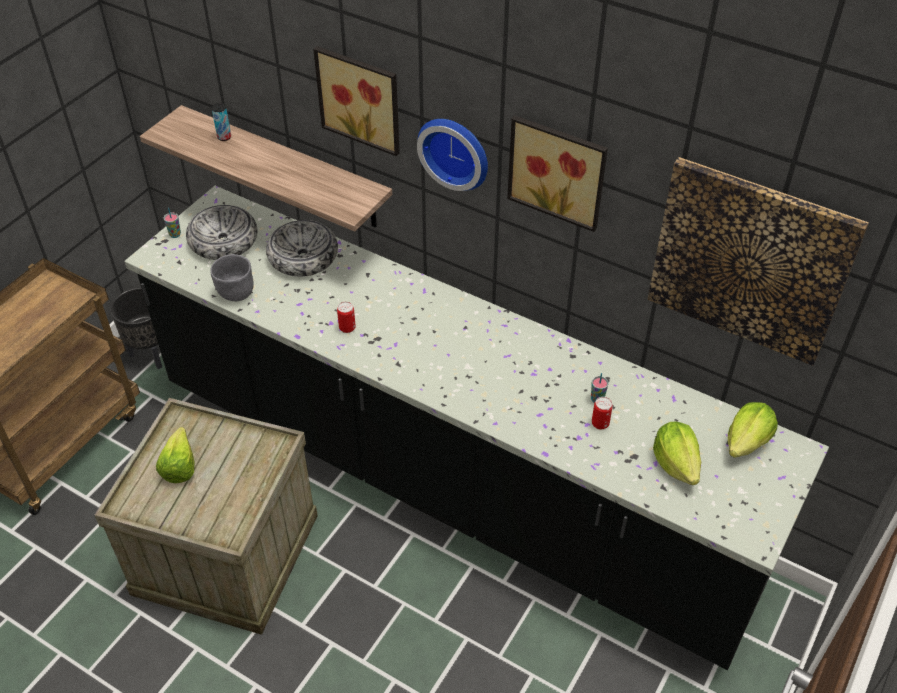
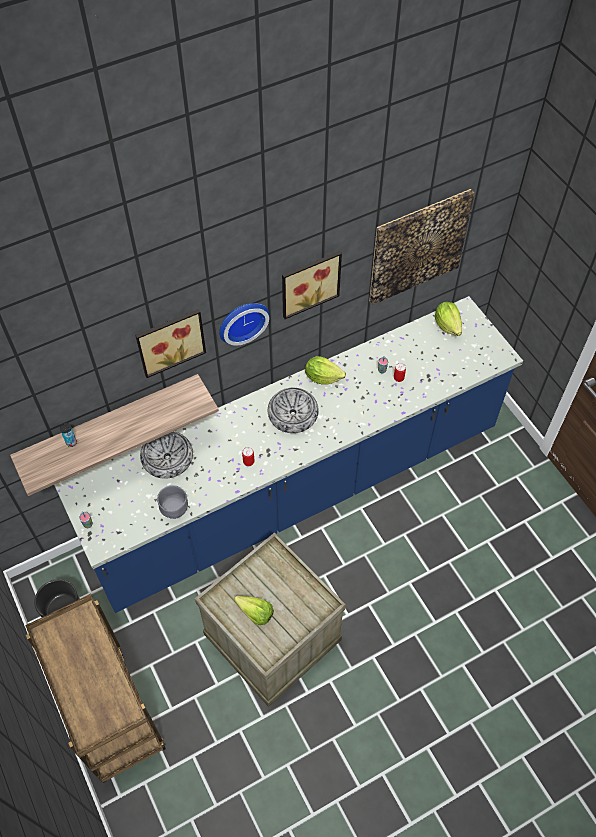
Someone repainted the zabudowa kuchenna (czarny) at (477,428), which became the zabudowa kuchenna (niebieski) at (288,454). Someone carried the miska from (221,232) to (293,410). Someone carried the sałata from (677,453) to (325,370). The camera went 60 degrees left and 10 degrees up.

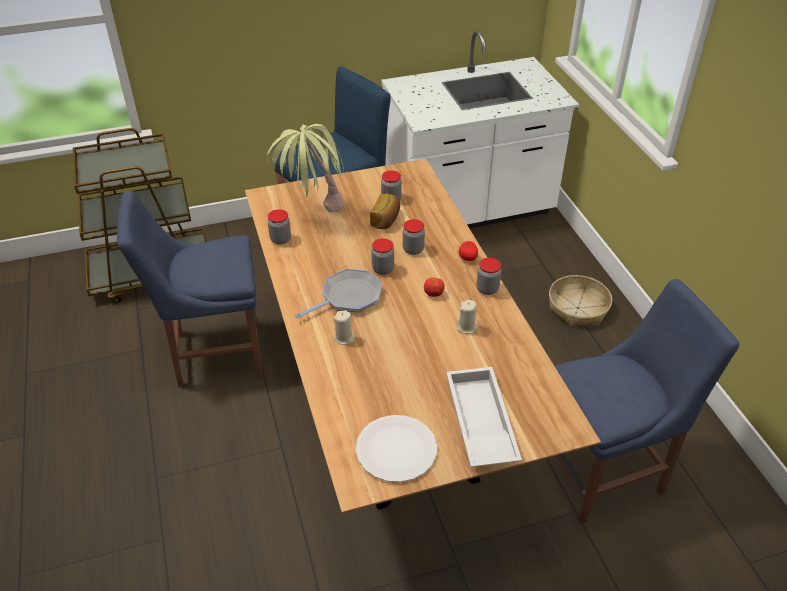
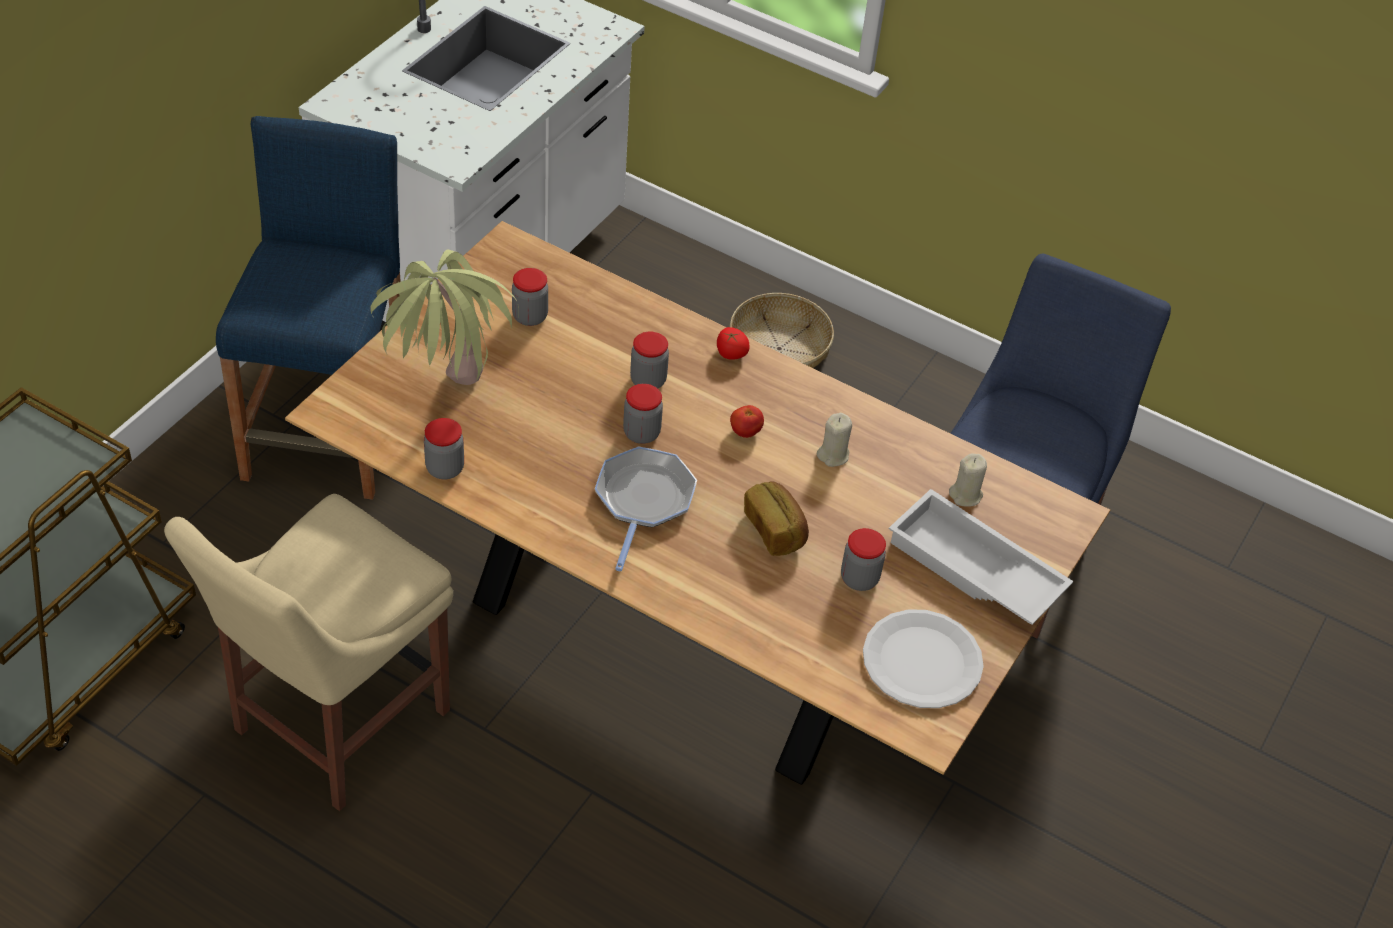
Someone repainted the krzesło (niebieski) at (190,289), which became the krzesło (beżowy) at (308,652). Someone carried the chleb from (385,211) to (776,518). Someone carried the słoik from (489,276) to (863,559). Someone carried the świeca (beżowy) from (344,328) to (968,480). The camera went 45 degrees left and 5 degrees up.

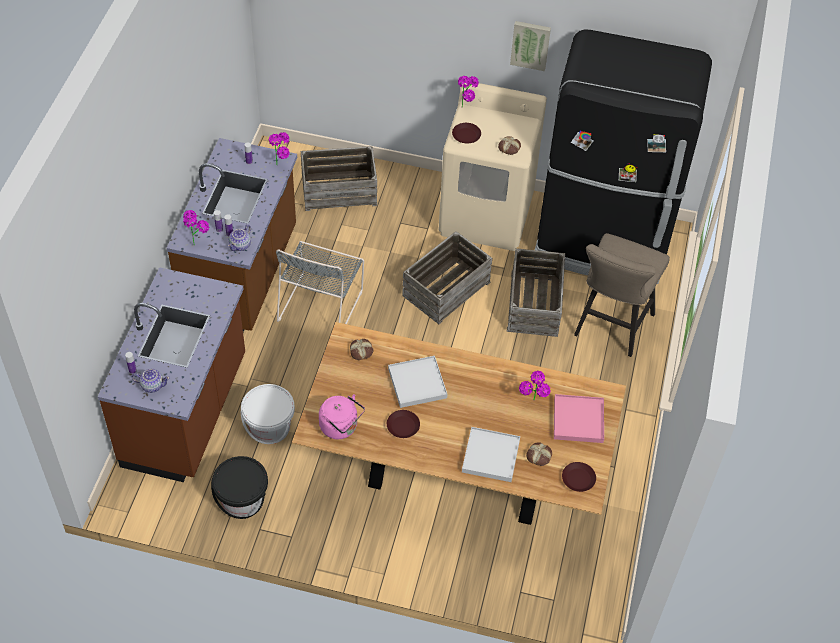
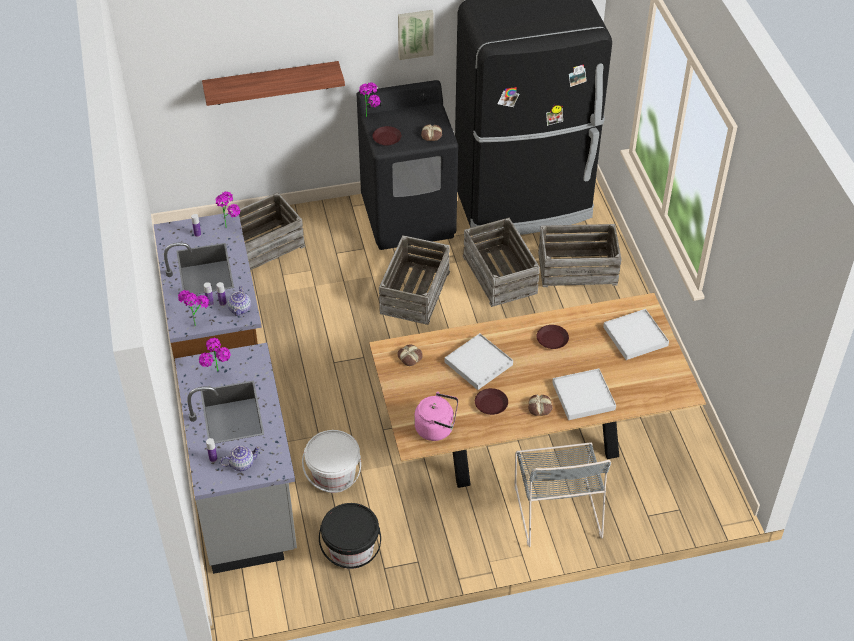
Someone repainted the pralka (beżowy) at (493,167), which became the pralka (czarny) at (407,165). Someone swapped the stołek (beżowy) at (622,295) for the skrzynka at (580,255). Someone carried the krzesło (szary) from (320,282) to (562,494). Someone repainted the zabudowa kuchenna (brązowy) at (171,374), which became the zabudowa kuchenna (szary) at (236,458). Someone carried the roślina doniczkowa from (535,385) to (215,354). Someone repainted the taca (różowy) at (579,418), which became the taca (biały) at (636,334). Someone carried the chleb from (539,454) to (540,405). Someone carried the talerz (brązowy) from (579,477) to (553,337). Someone put up the półka at (273,83). The camera went 25 degrees left and 5 degrees down.

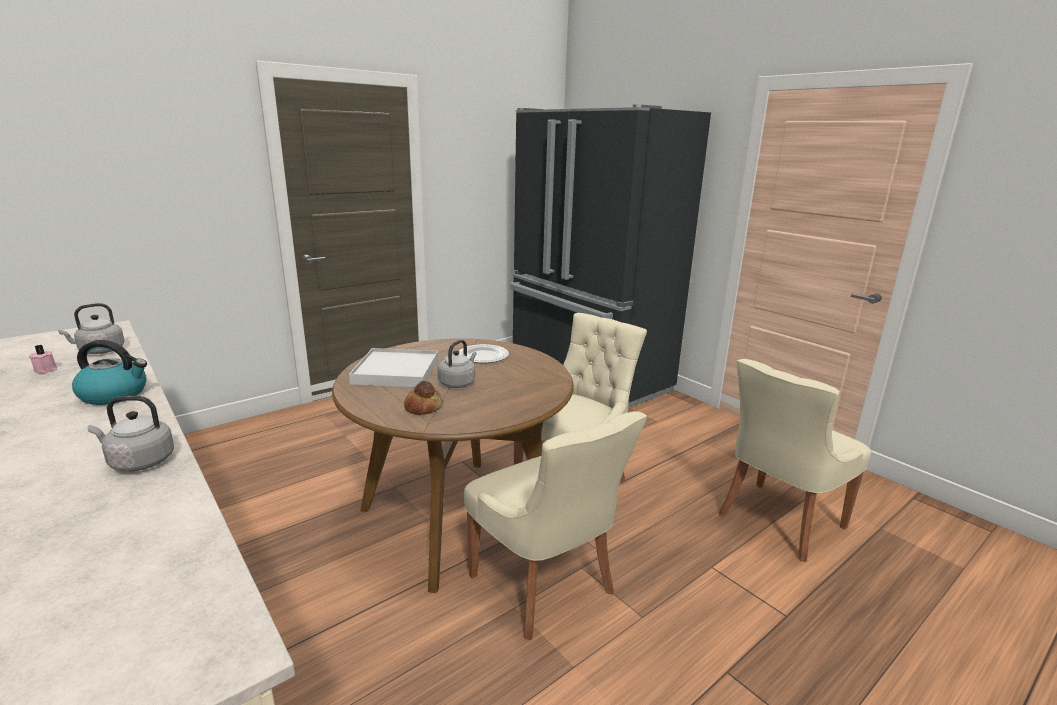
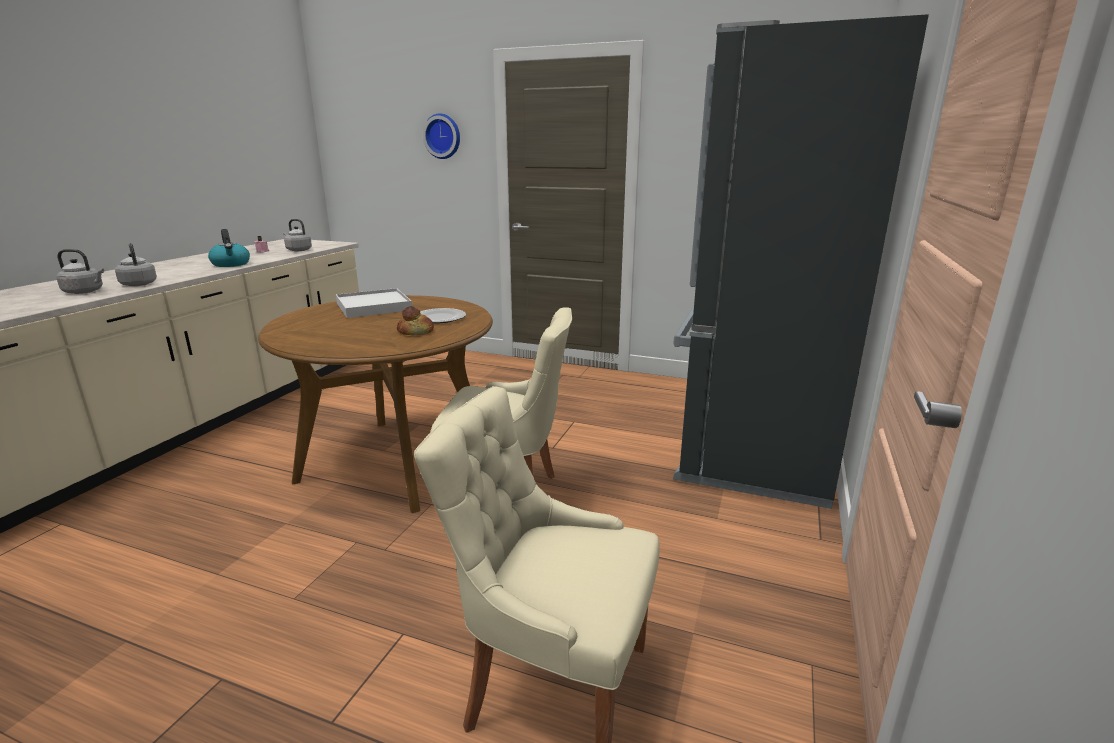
Someone carried the czajnik (szary) from (457,364) to (80,271). Someone carried the chleb from (423,398) to (415,320). Someone took away the krzesło (beżowy) at (555,525). Someone put up the zegar ścienny at (441,136). The camera went 60 degrees right and 0 degrees up.

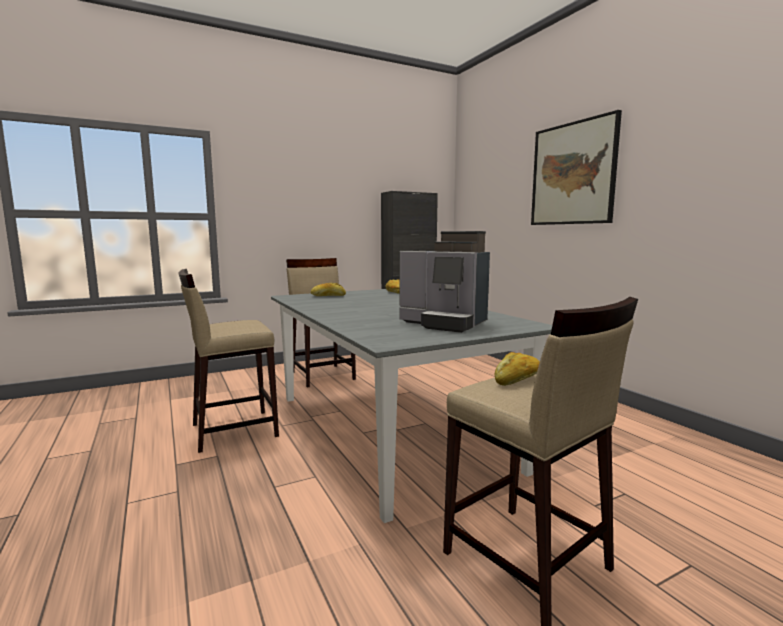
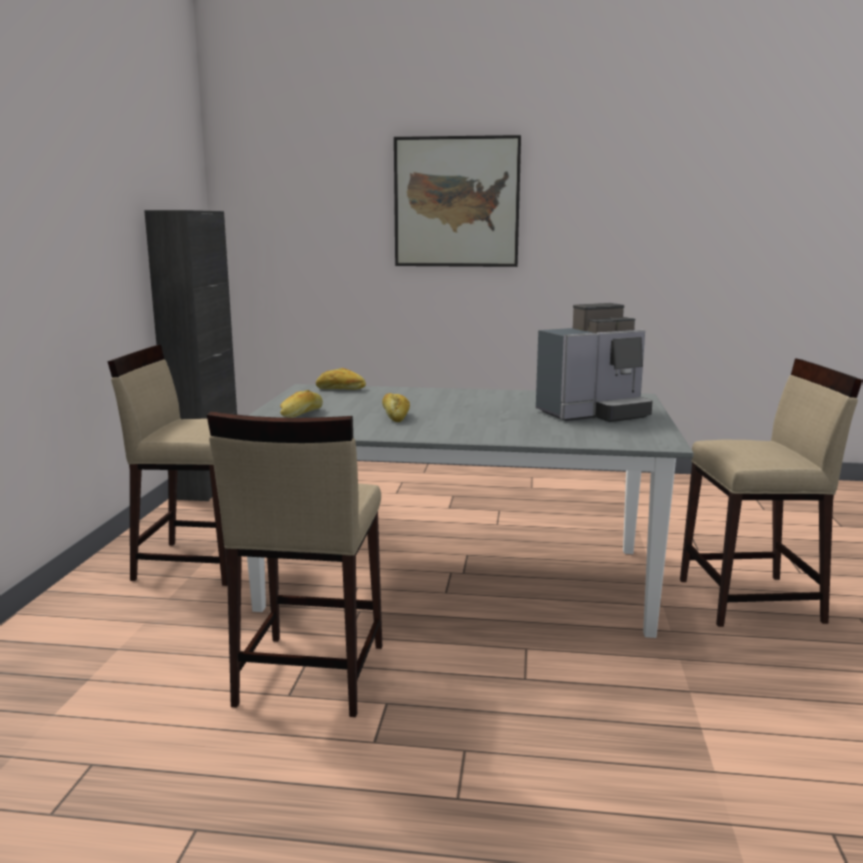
Someone carried the chleb from (517,369) to (396,407). The camera went 55 degrees left and 5 degrees up.

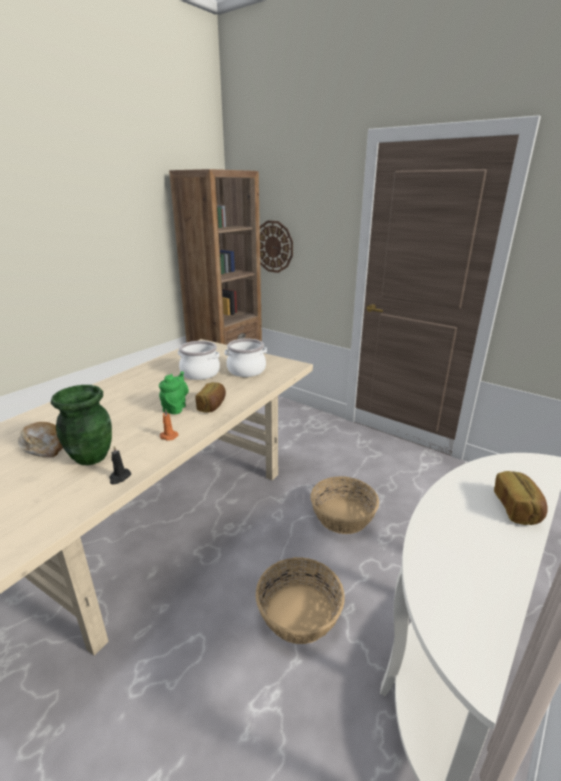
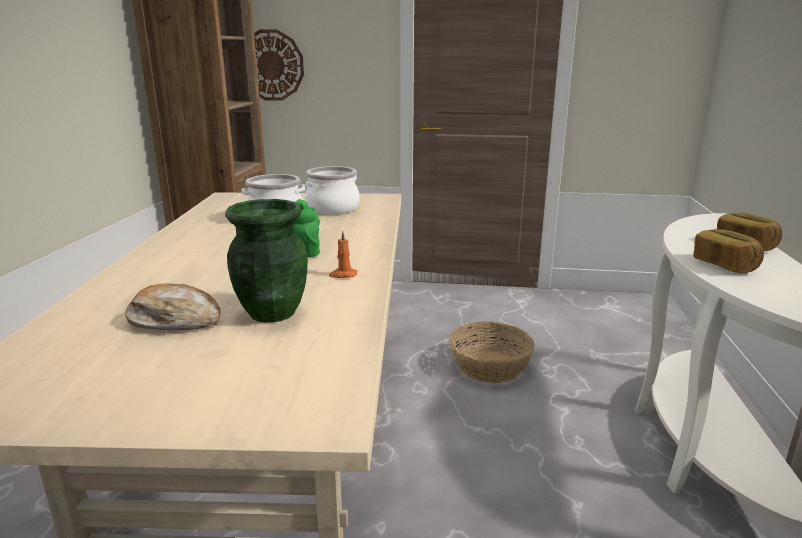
Someone carried the chleb from (210,397) to (728,251). Someone took away the świeca (czarny) at (120,465). Someone took away the koszyk at (300,600). The camera went 30 degrees left and 5 degrees down.

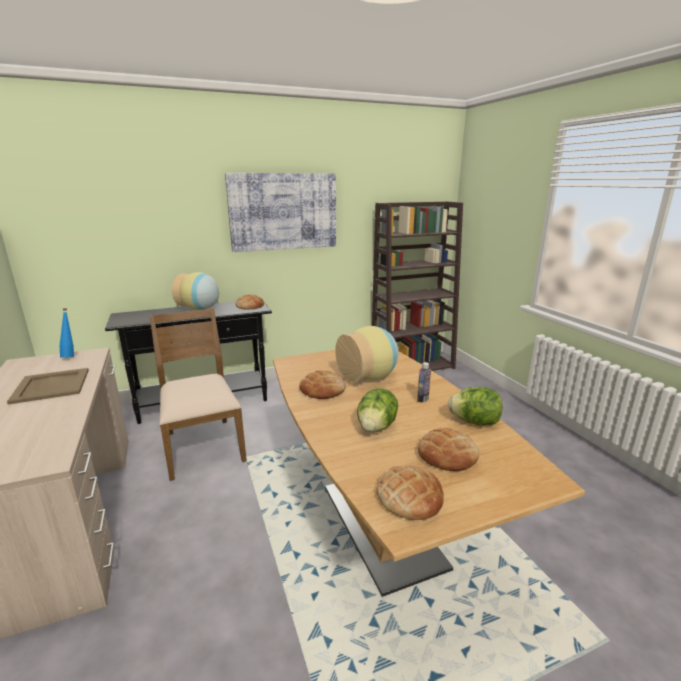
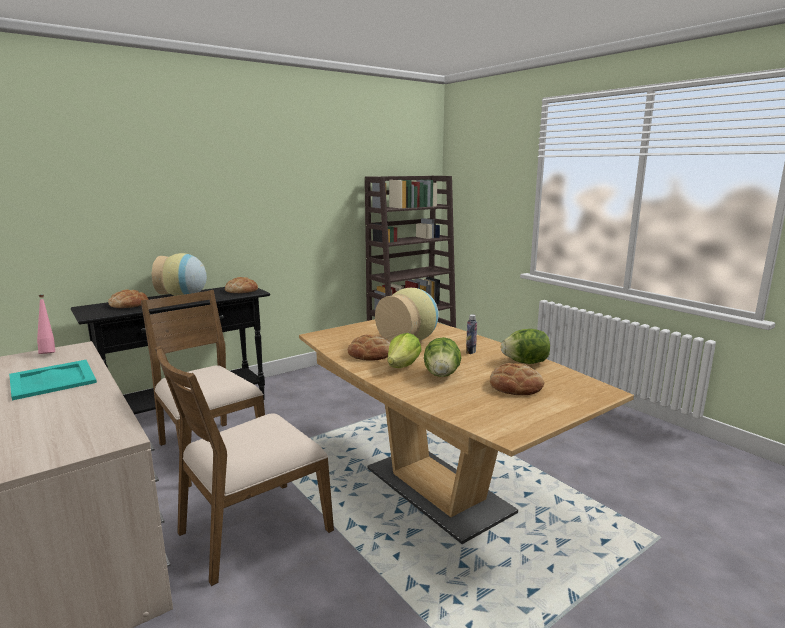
Someone took away the obraz at (280,212). Someone repainted the butelka (niebieski) at (67,332), which became the butelka (różowy) at (46,324). Someone repainted the taca (beżowy) at (48,386), which became the taca (turkusowy) at (53,380). Someone carried the chleb from (410,493) to (128,298). Someone put down the sałata at (405,350). Someone put down the krzesło (brązowy) at (244,466). The camera went 15 degrees left and 5 degrees down.

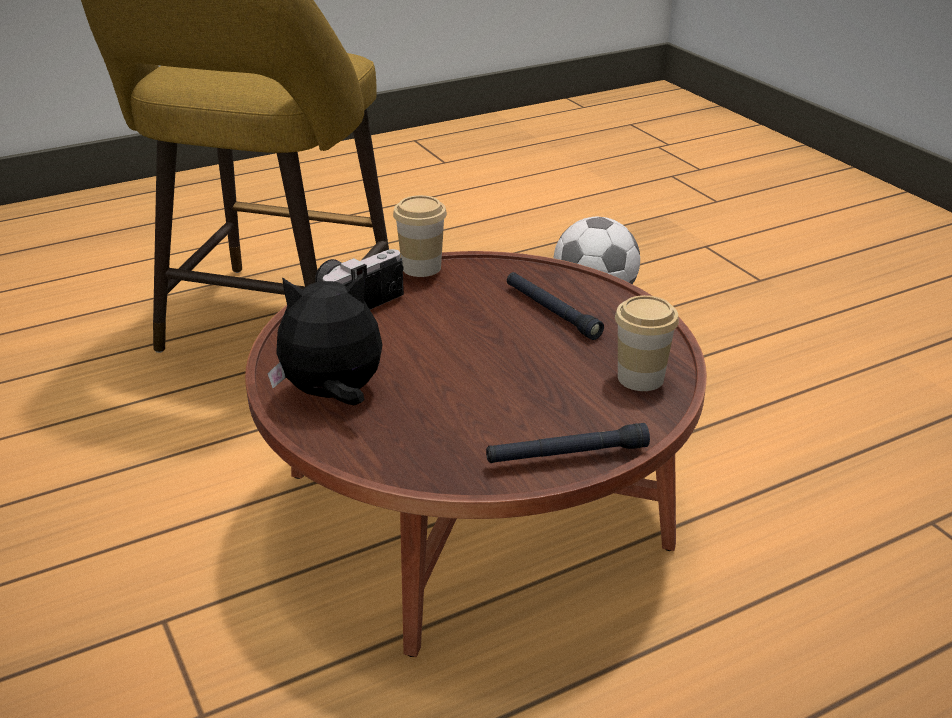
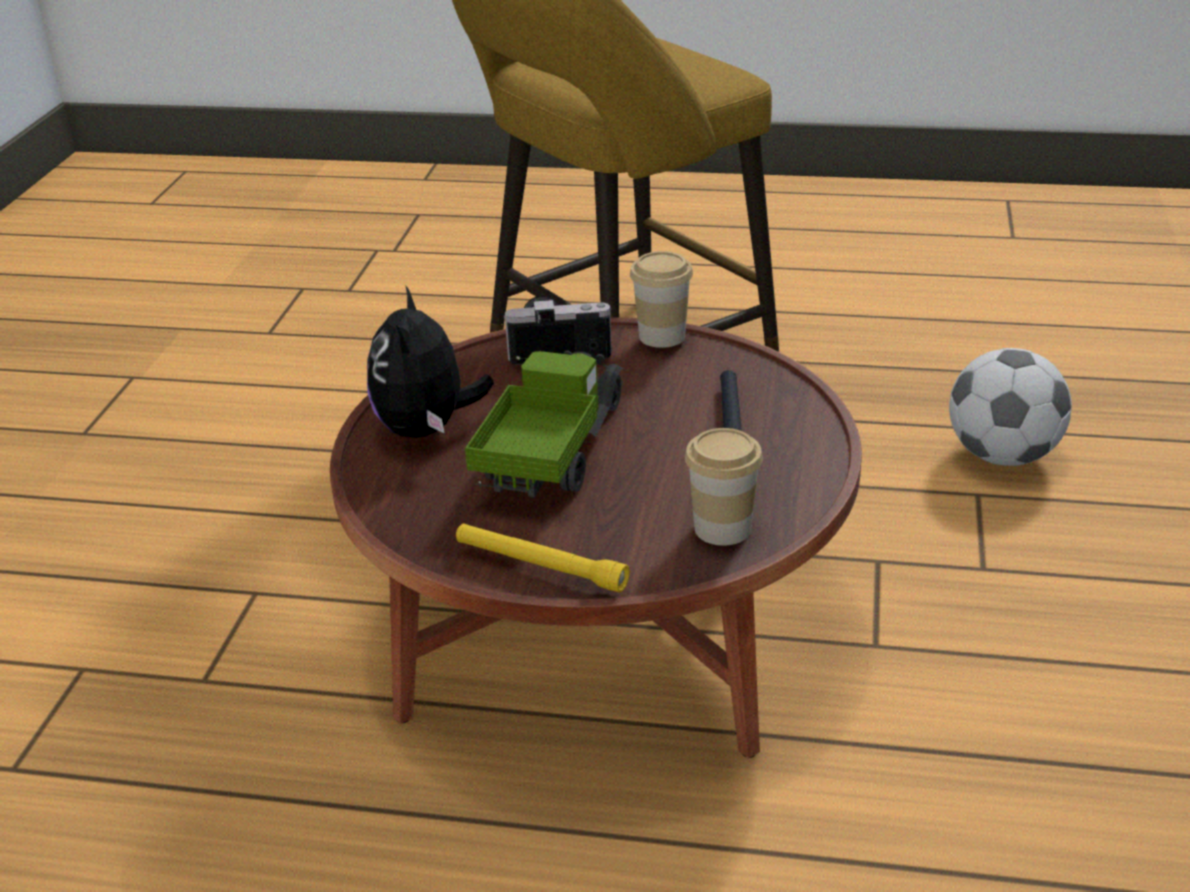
Someone rotated the pluszak at (325,338) by 120 degrees counterclockwise. Someone repainted the latarka (czarny) at (568,443), which became the latarka (żółty) at (543,557). Someone put down the ciężarówka zabawkowa at (544,424). The camera went 40 degrees right and 0 degrees up.

